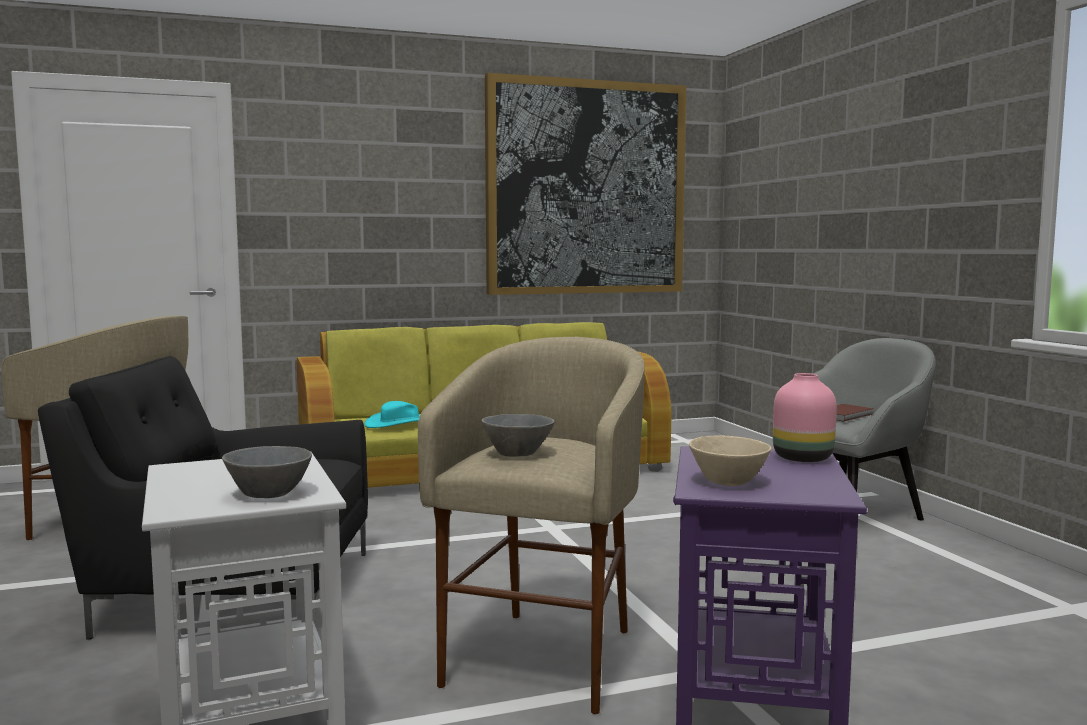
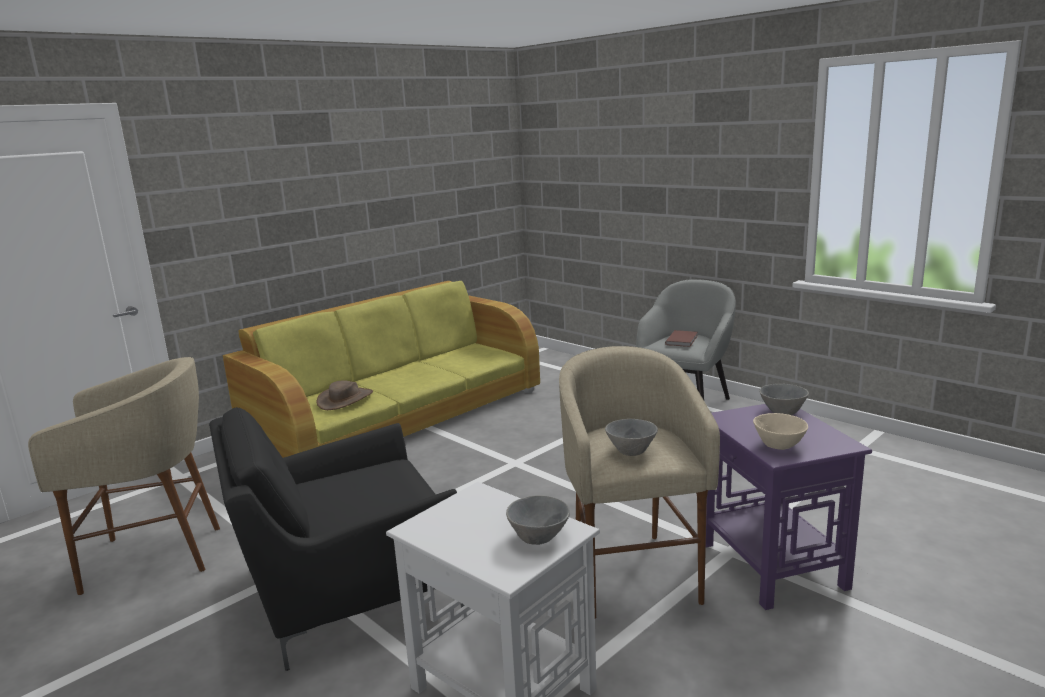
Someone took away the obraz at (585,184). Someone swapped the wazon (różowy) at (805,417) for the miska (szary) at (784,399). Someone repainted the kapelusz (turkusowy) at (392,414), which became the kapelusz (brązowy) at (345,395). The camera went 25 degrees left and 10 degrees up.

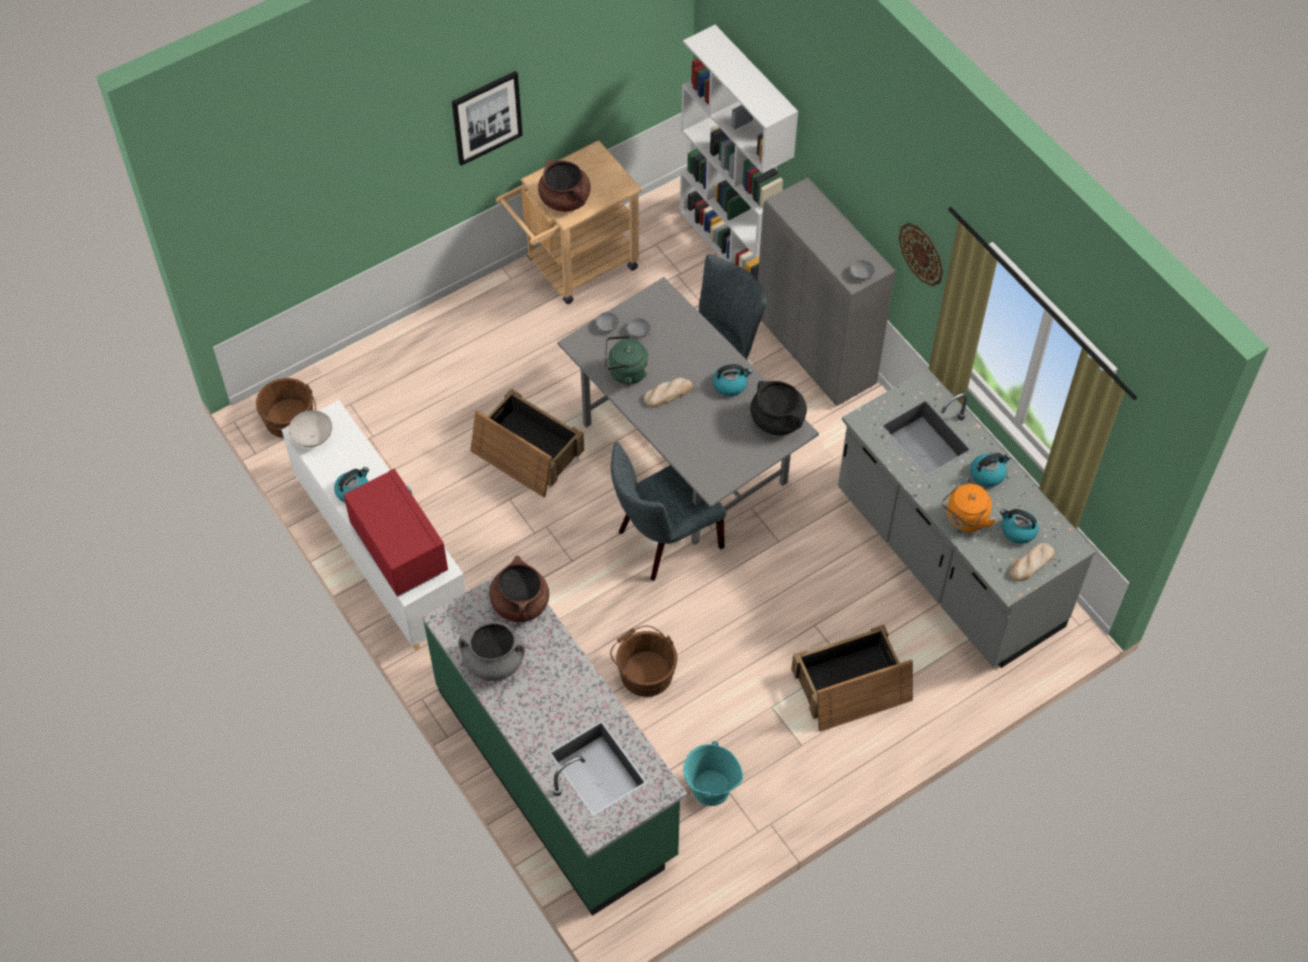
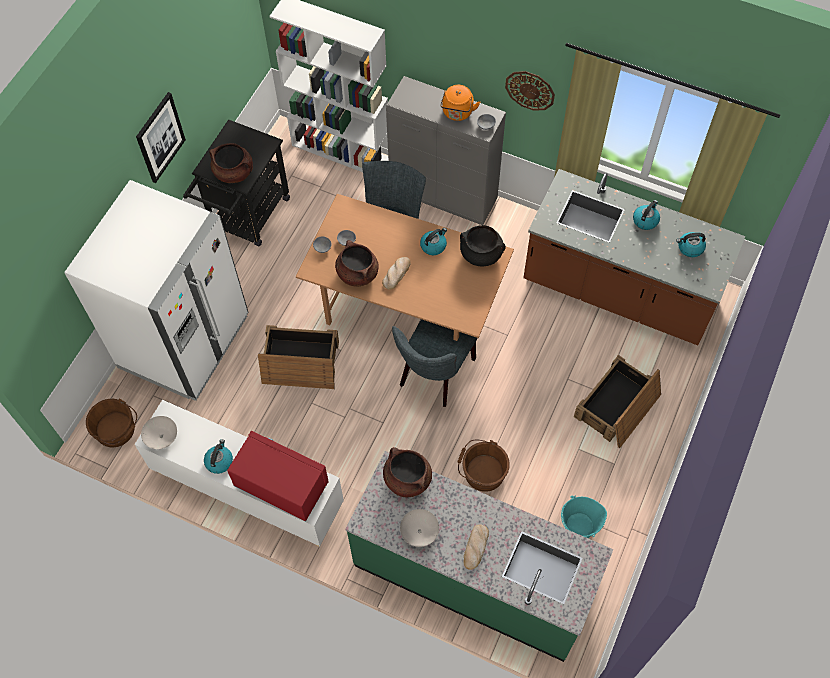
Someone repainted the wózek (beżowy) at (569,222), which became the wózek (czarny) at (236,183). Someone repainted the stół jadalny (szary) at (688,411), which became the stół jadalny (brązowy) at (405,267). Someone swapped the czajnik (zielony) at (627,360) for the garnek (brązowy) at (357,263). Someone repainted the zabudowa kuchenna (szary) at (967,518), which became the zabudowa kuchenna (brązowy) at (634,257). Someone carried the czajnik (pomarańczowy) from (969,508) to (460,103). Someone carried the chleb from (1032,562) to (476,547). Someone swapped the garnek (szary) at (491,651) for the miska (biały) at (419,528). Someone put down the lodówka (biały) at (156,290). The camera went 30 degrees left and 5 degrees up.

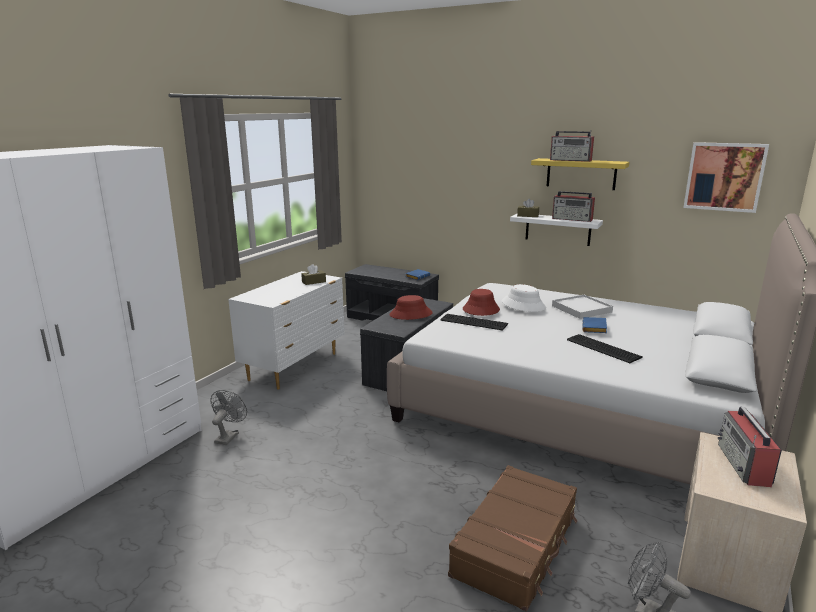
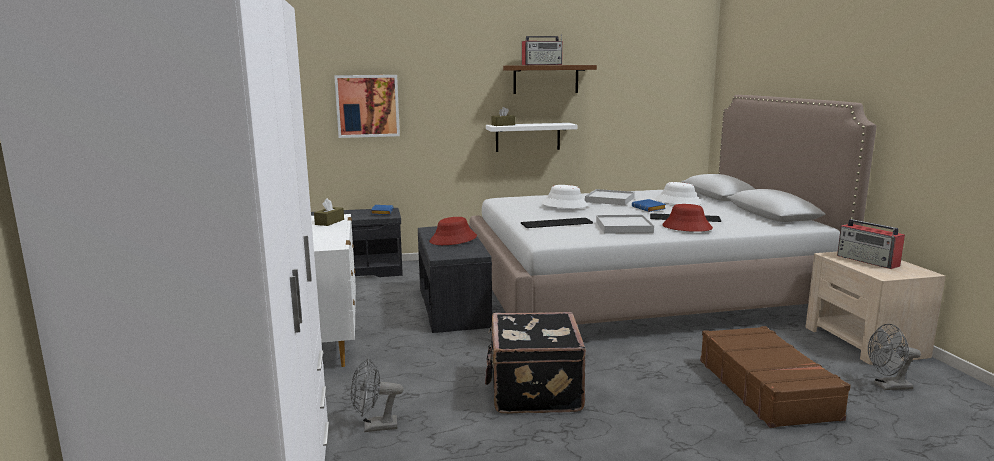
Someone carried the obraz from (726,177) to (367,106). Someone repainted the półka (żółty) at (580,174), which became the półka (brązowy) at (550,79). Someone took away the radio at (573,206). Someone carried the kapelusz (czerwony) from (481,302) to (687,218). Someone rotated the wentylator (szary) at (228,417) by 75 degrees counterclockwise. Someone put down the kapelusz (biały) at (678,193). Someone put down the taca (biały) at (625,224). Someone put down the walizka (czarny) at (535,363). The camera went 40 degrees left and 5 degrees down.

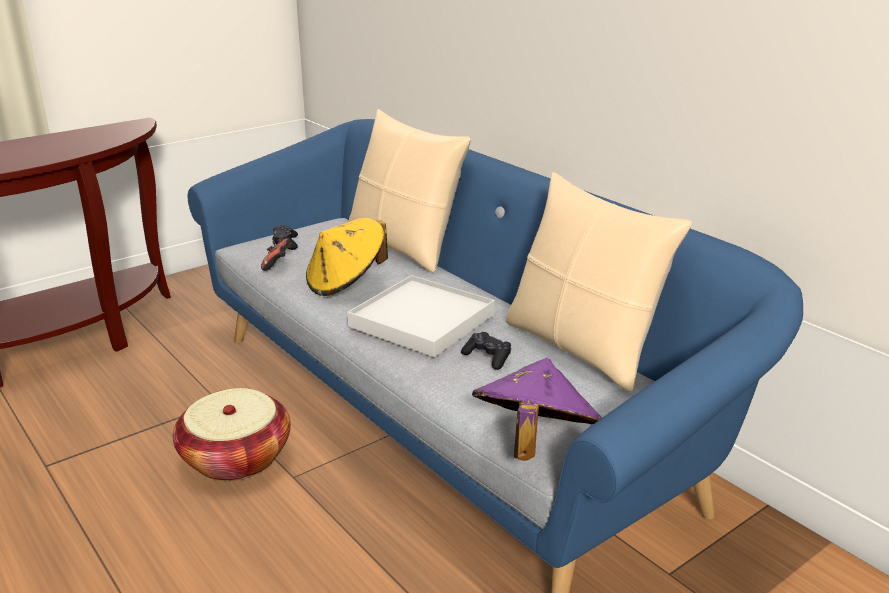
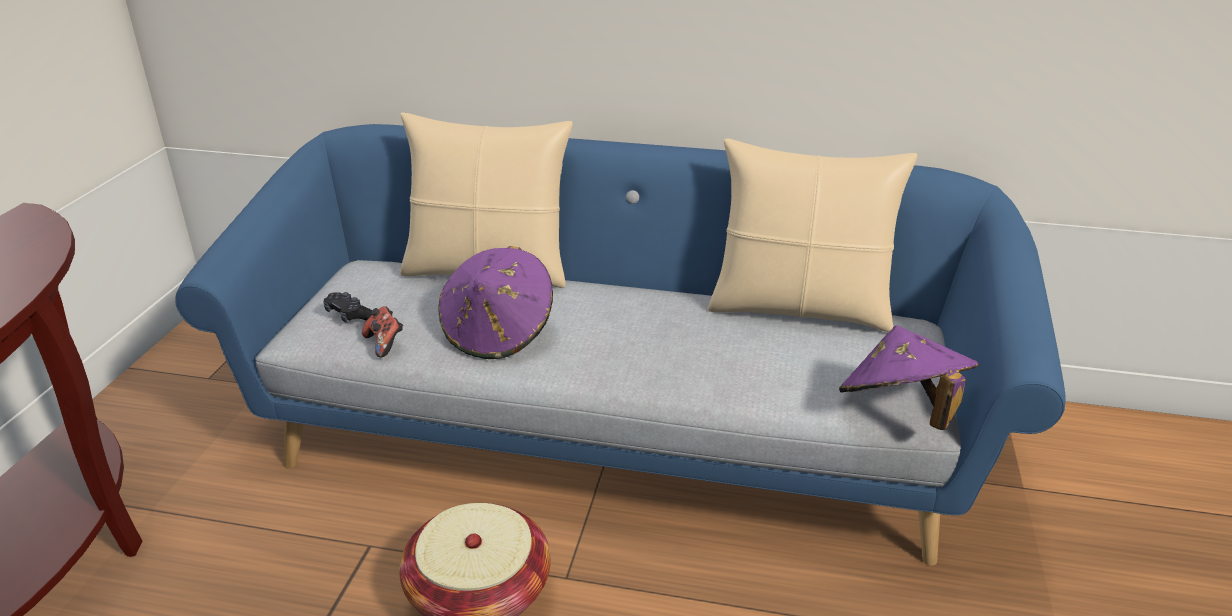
Someone repainted the kapelusz (żółty) at (347,257), which became the kapelusz (fioletowy) at (495,302). Someone took away the taca (biały) at (421,316). Someone took away the pad do gier (czarny) at (486,351). The camera went 40 degrees left and 5 degrees up.

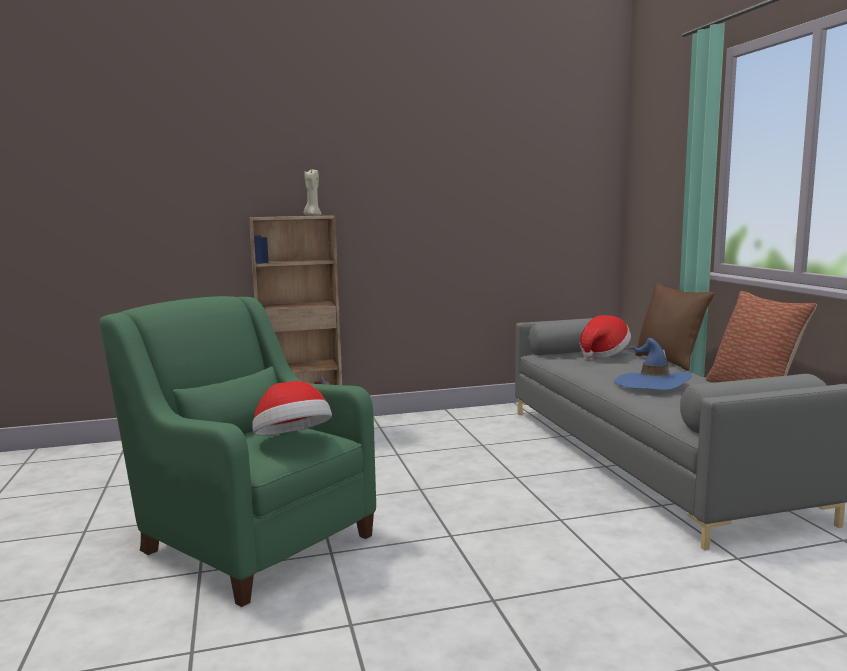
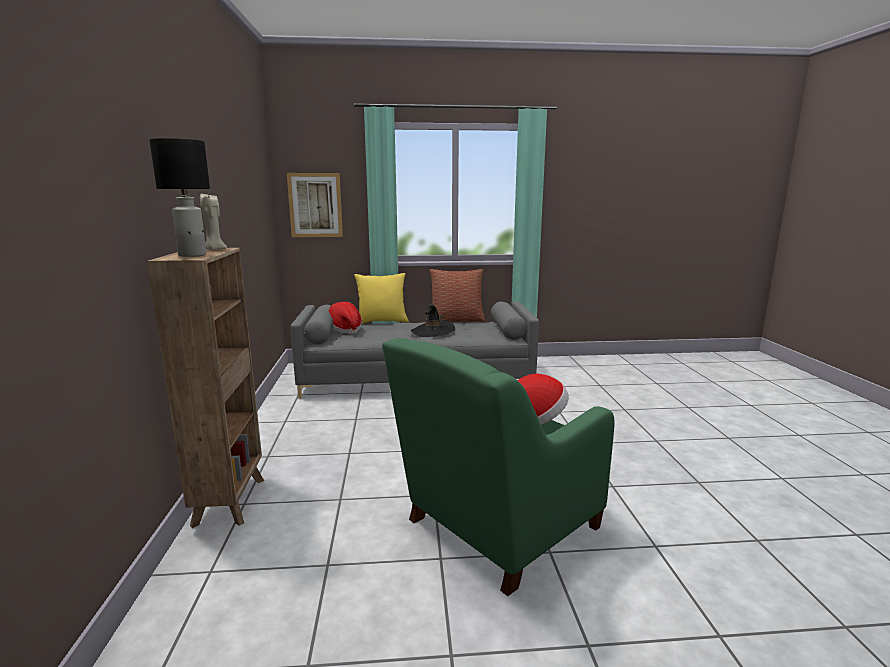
Someone repainted the poduszka (brązowy) at (675,327), which became the poduszka (żółty) at (381,298). Someone repainted the kapelusz (niebieski) at (653,364), which became the kapelusz (czarny) at (433,320). Someone put down the lampa stołowa (czarny) at (180,197). Someone put up the obraz at (315,205). The camera went 80 degrees left and 5 degrees up.

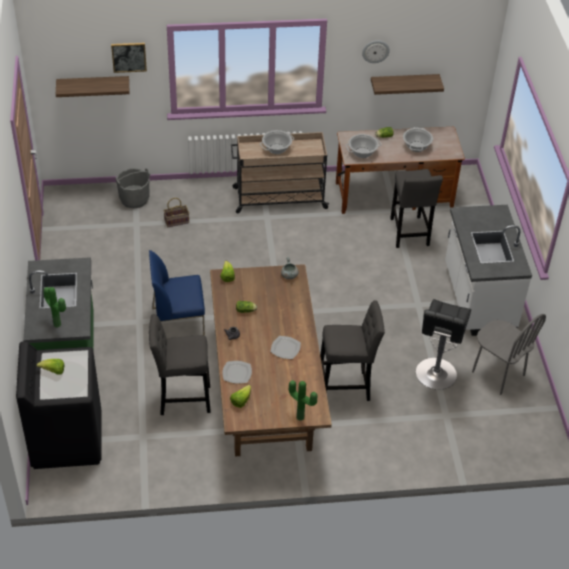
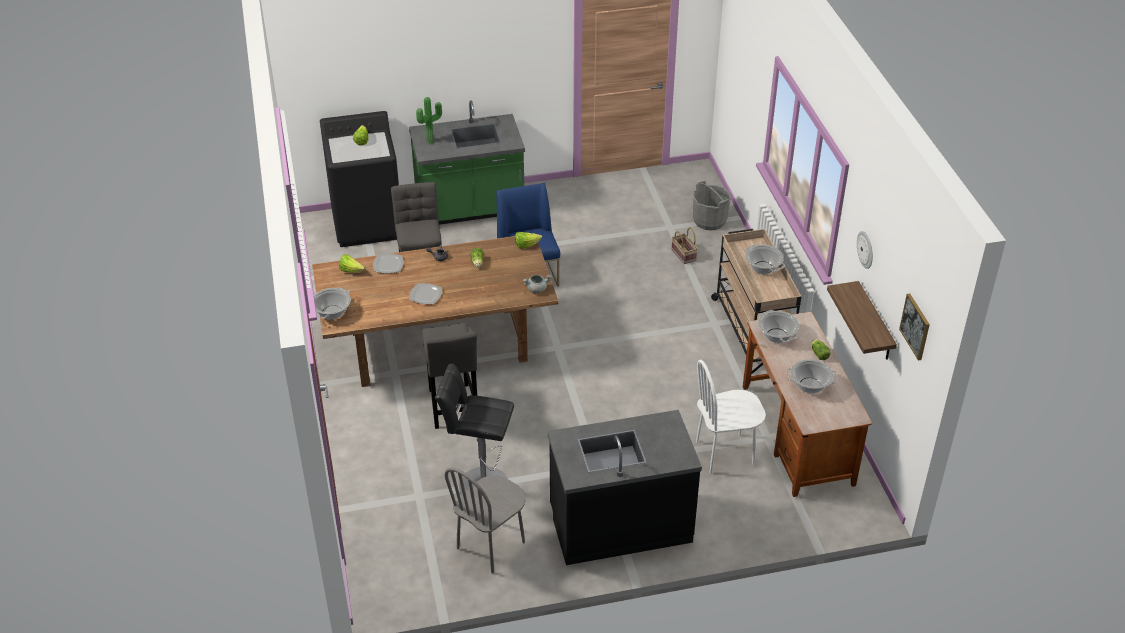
Someone carried the obraz from (129,58) to (914,327). Someone took away the półka at (93,86). Someone swapped the stołek (szary) at (416,208) for the krzesło (biały) at (731,417). Someone repainted the zabudowa kuchenna (biały) at (488,270), which became the zabudowa kuchenna (czarny) at (624,487). Someone swapped the roślina doniczkowa at (303,400) for the garnek at (332,303). The camera went 85 degrees right and 5 degrees down.

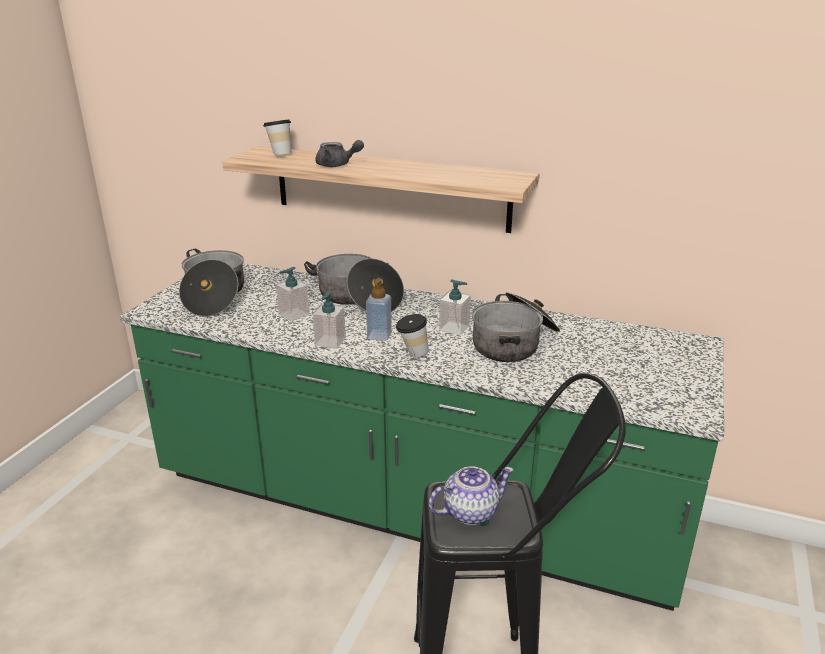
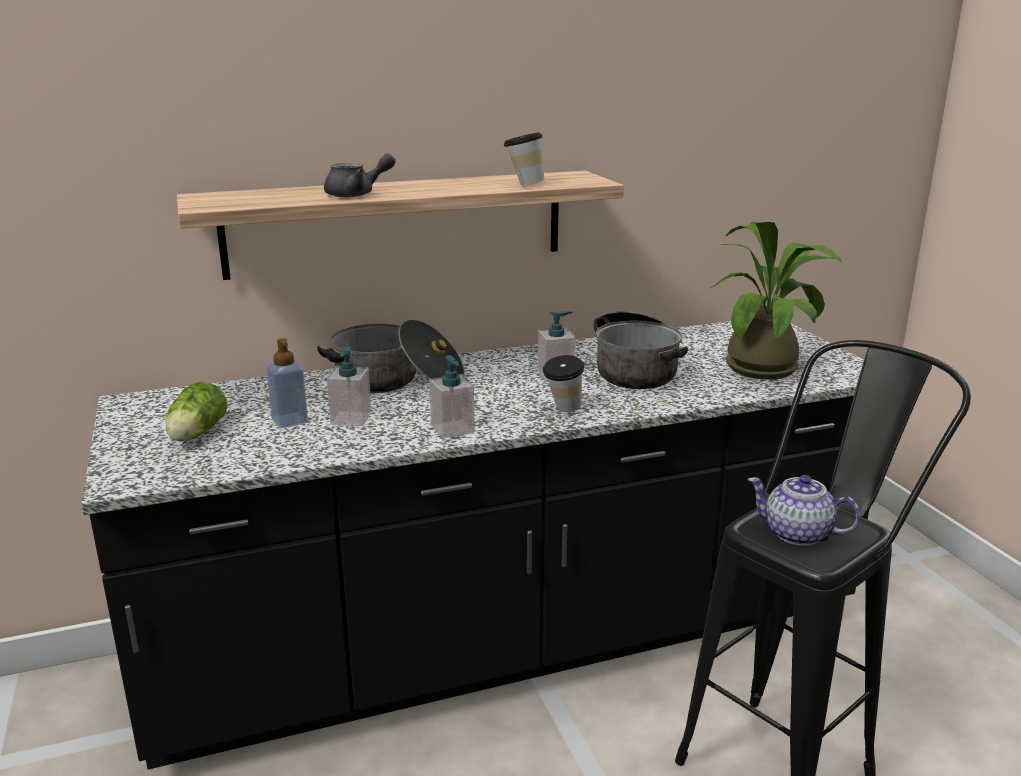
Someone carried the filiżanka from (277,137) to (524,158). Someone swapped the garnek at (211,283) for the sałata at (196,411). Someone repainted the zabudowa kuchenna (zielony) at (422,437), which became the zabudowa kuchenna (czarny) at (475,545). Someone carried the dozownik mydła from (379,310) to (287,383). Someone rotated the imbryk at (471,495) by 90 degrees counterclockwise. Someone put down the roślina doniczkowa at (776,301). The camera went 40 degrees left and 5 degrees down.

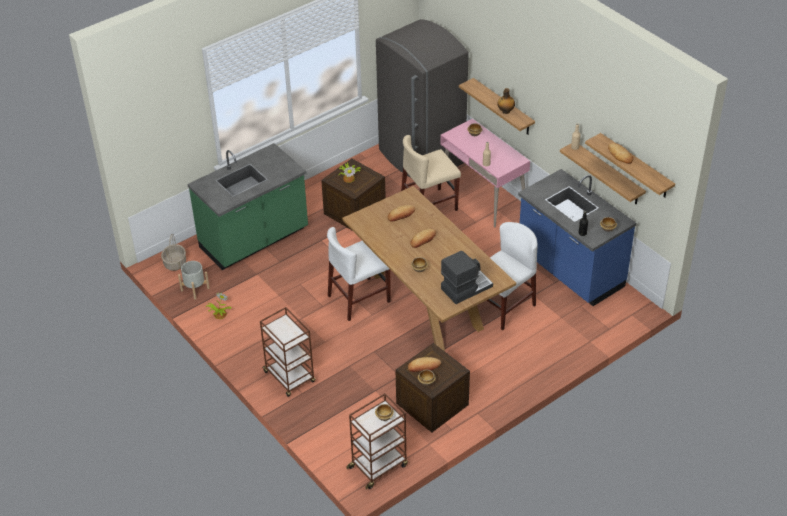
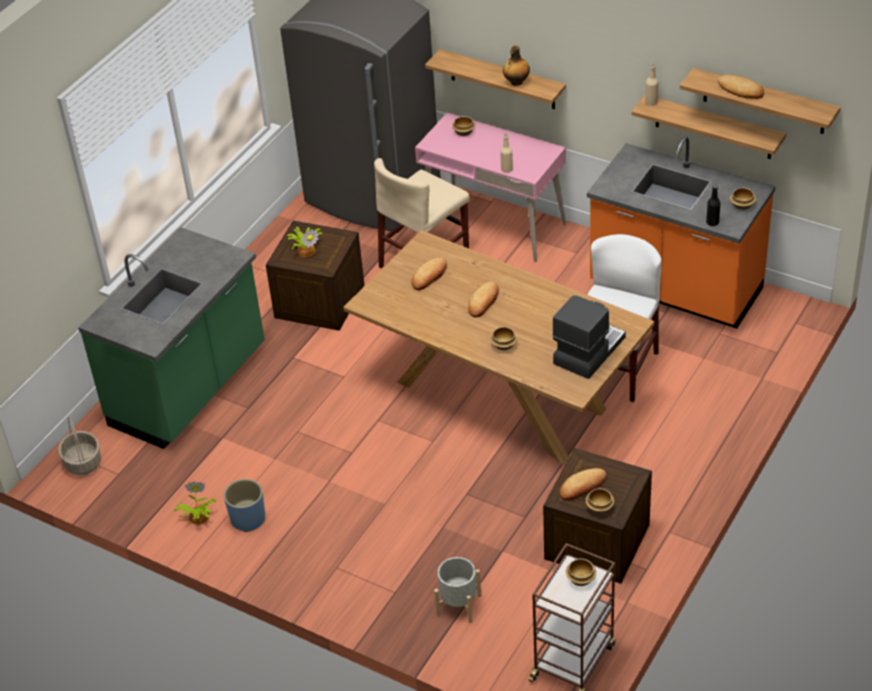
Someone repainted the zabudowa kuchenna (niebieski) at (577,237), which became the zabudowa kuchenna (pomarańczowy) at (681,232). Someone took away the krzesło (biały) at (359,274). Someone carried the donica (szary) from (194,280) to (457,590). Someone took away the wózek (brązowy) at (287,352). Someone put down the donica (niebieski) at (244,505). The camera went 20 degrees left and 0 degrees up.

